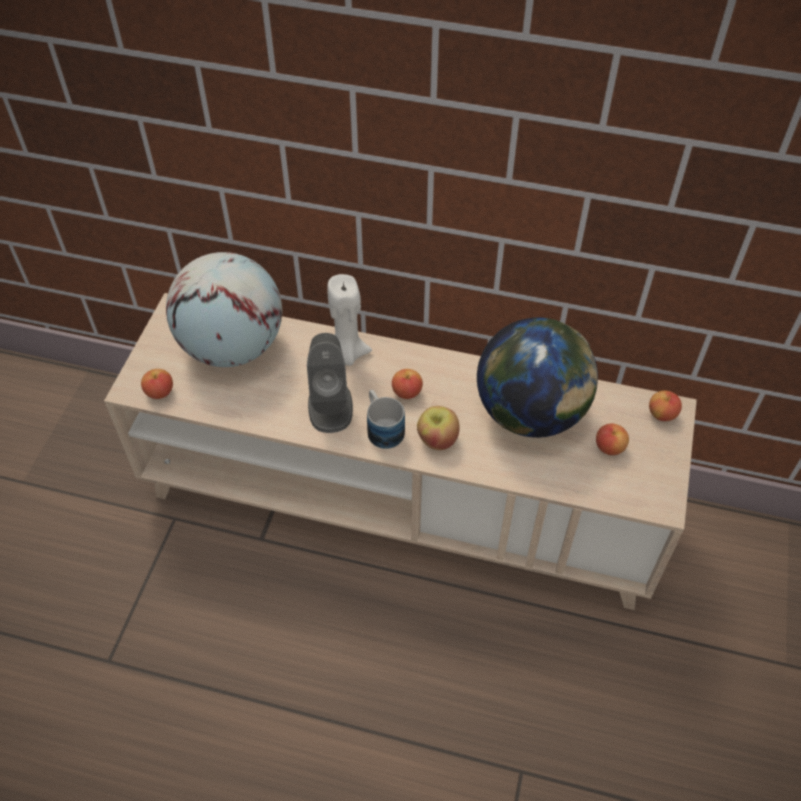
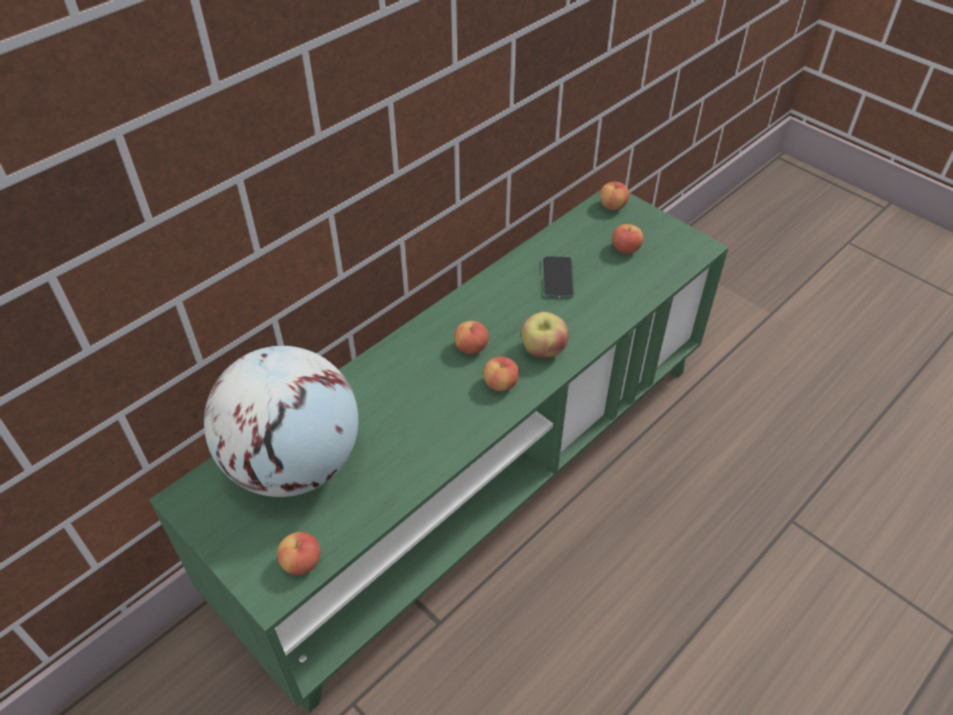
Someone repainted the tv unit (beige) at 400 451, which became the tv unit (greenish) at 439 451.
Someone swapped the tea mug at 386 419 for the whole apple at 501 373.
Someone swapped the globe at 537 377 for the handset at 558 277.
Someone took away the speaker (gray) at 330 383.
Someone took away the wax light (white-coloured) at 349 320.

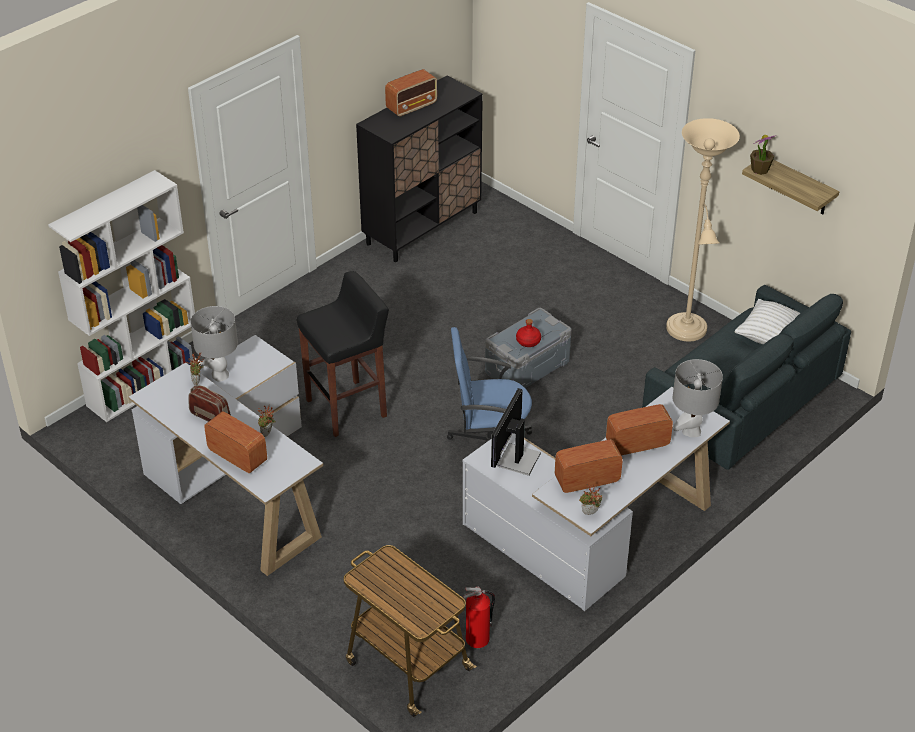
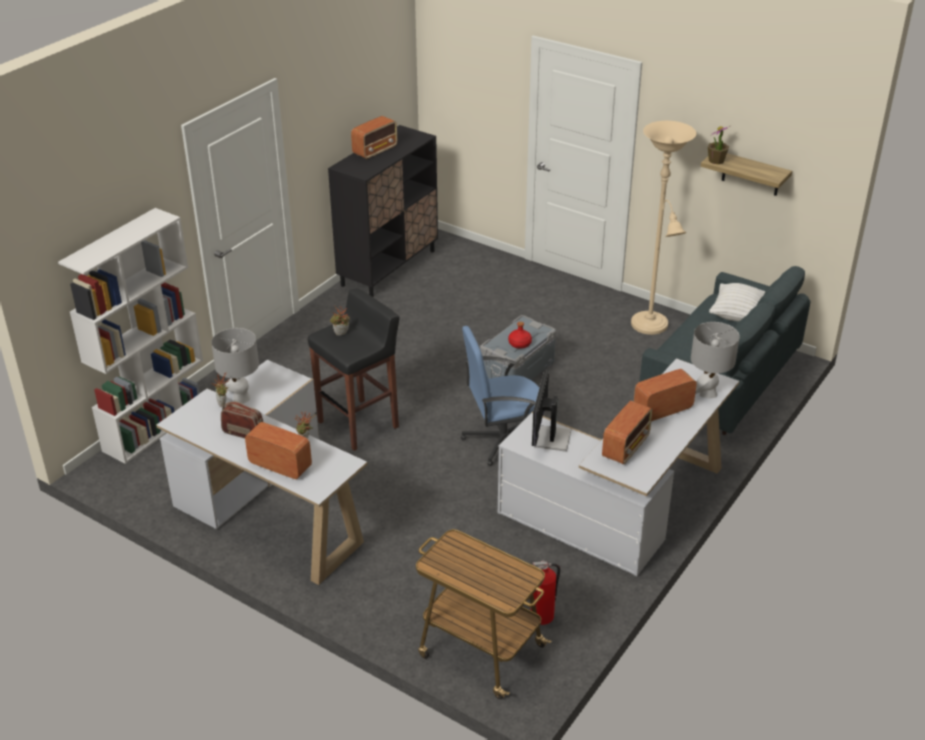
Someone carried the plant in a pot from 590 499 to 340 321.
Someone rotated the radio receiver at 589 466 by 150 degrees clockwise.

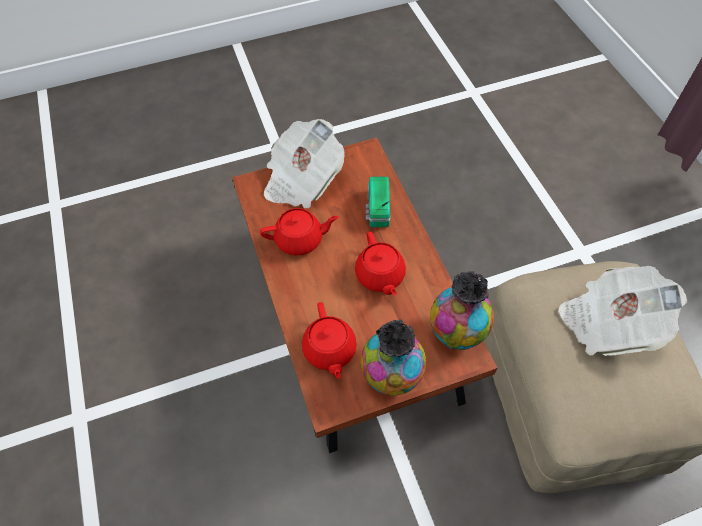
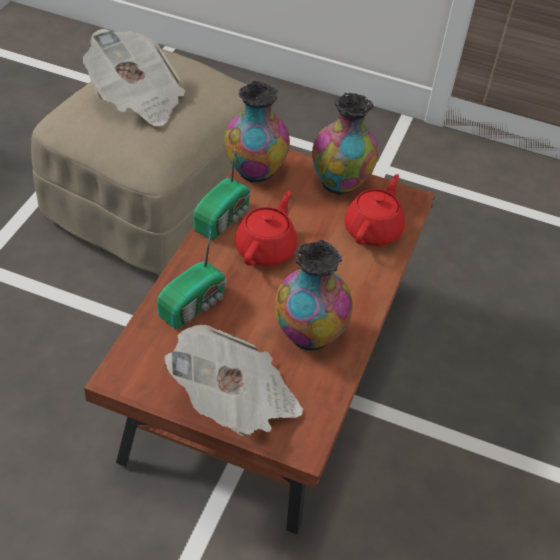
Someone put down the radio receiver at 222 193.
Someone swapped the tea pot (reddish) at 299 231 for the vase at 313 295.

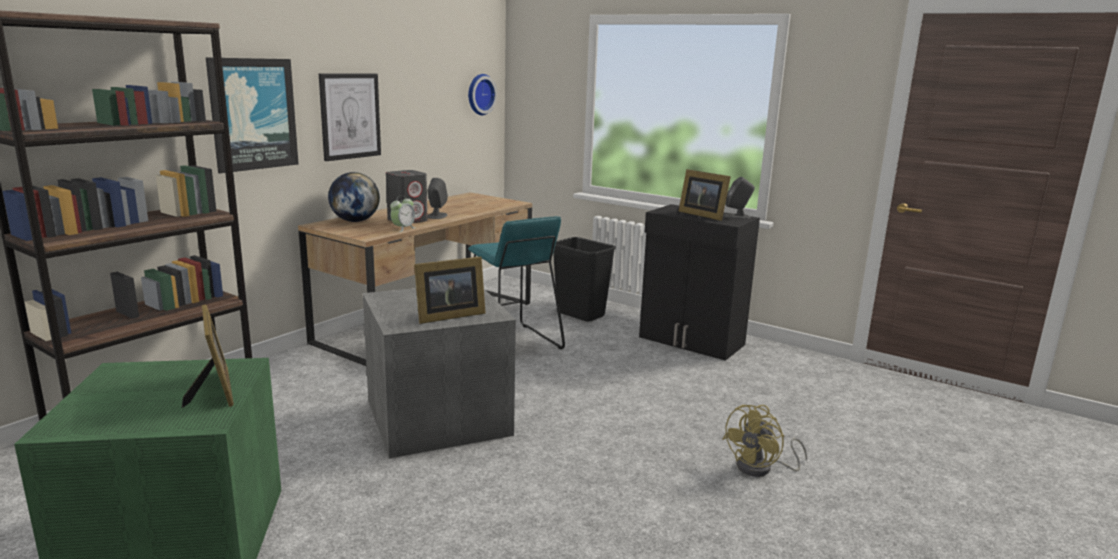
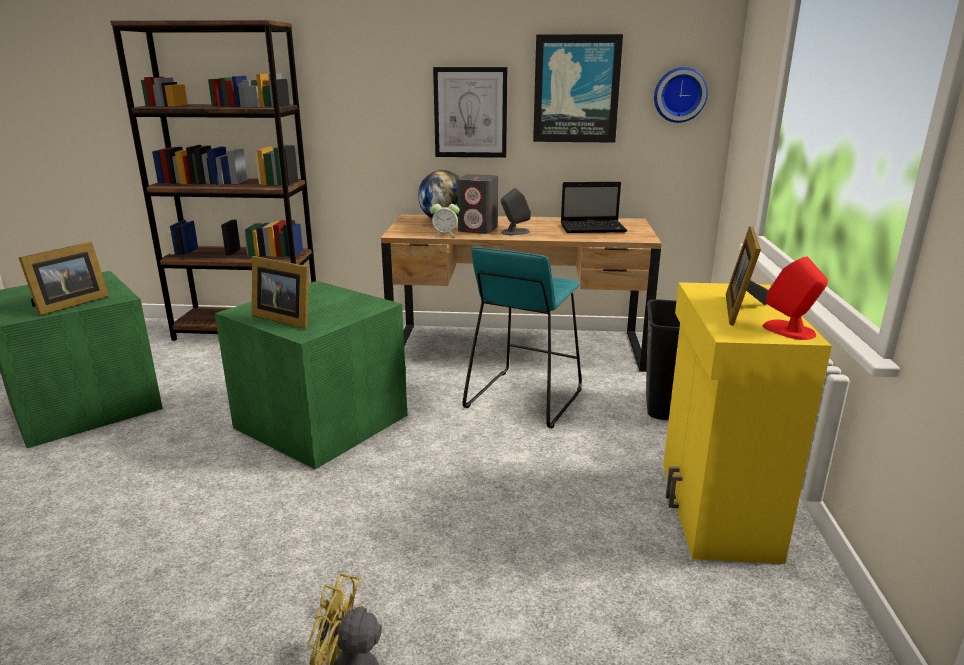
Someone repainted the storage box (gray) at 439 373, which became the storage box (greenish) at 311 375.
Someone carried the picture from 252 115 to 578 88.
Someone put down the laptop at 594 207.
Someone repainted the cupboard (blackish) at 699 282, which became the cupboard (yellowish) at 747 423.
Someone repainted the speaker (gray) at 739 198, which became the speaker (reddish) at 795 298.

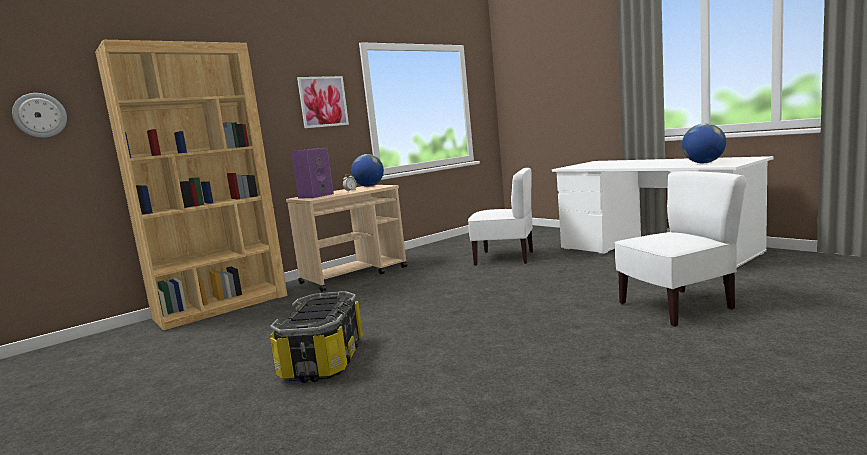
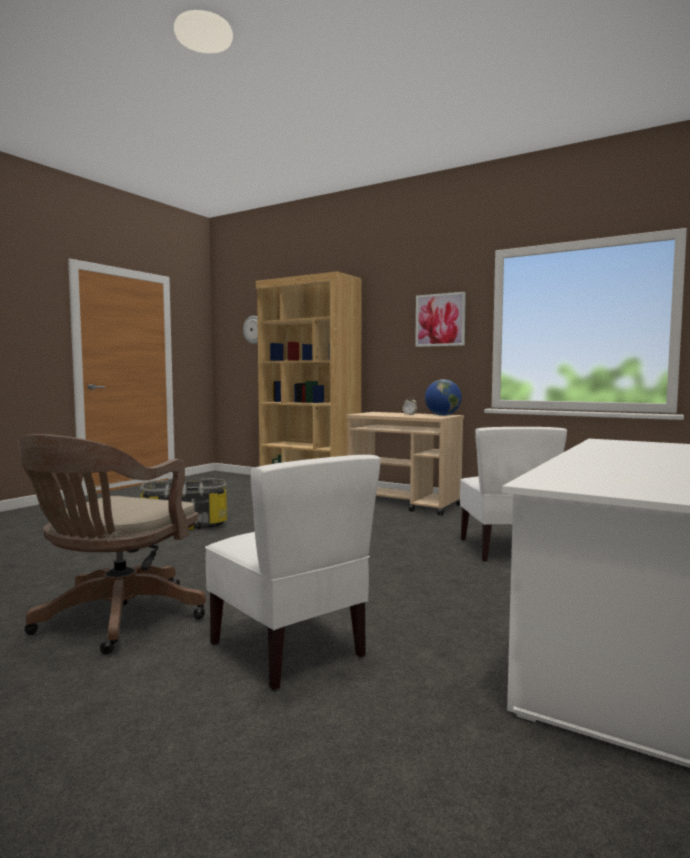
Someone put down the desk chair (brownish) at 111 544.
Someone took away the speaker (purple-coloured) at 312 173.
Someone took away the globe at 704 143.

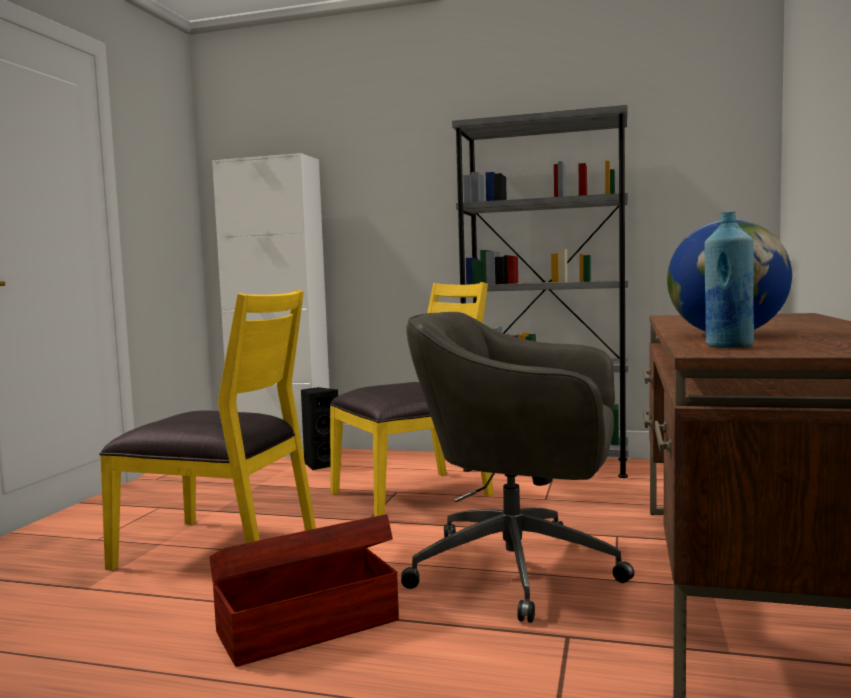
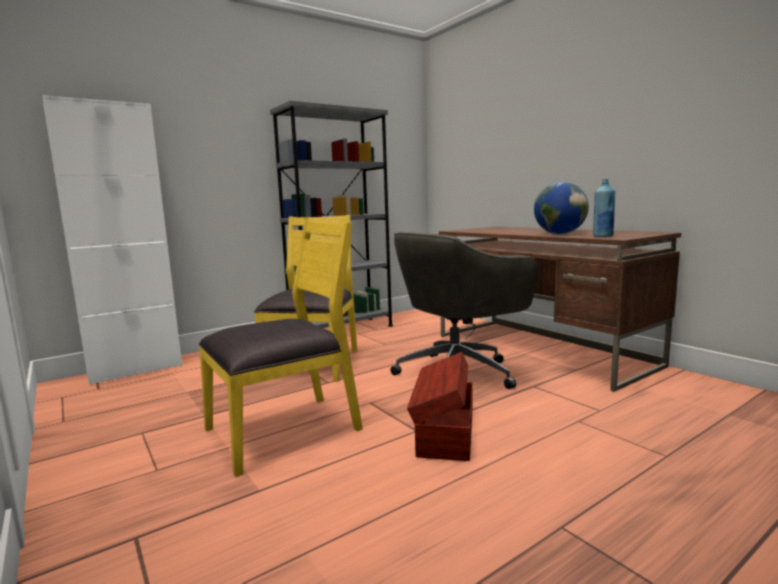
Someone took away the speaker (blackish) at 319 428.

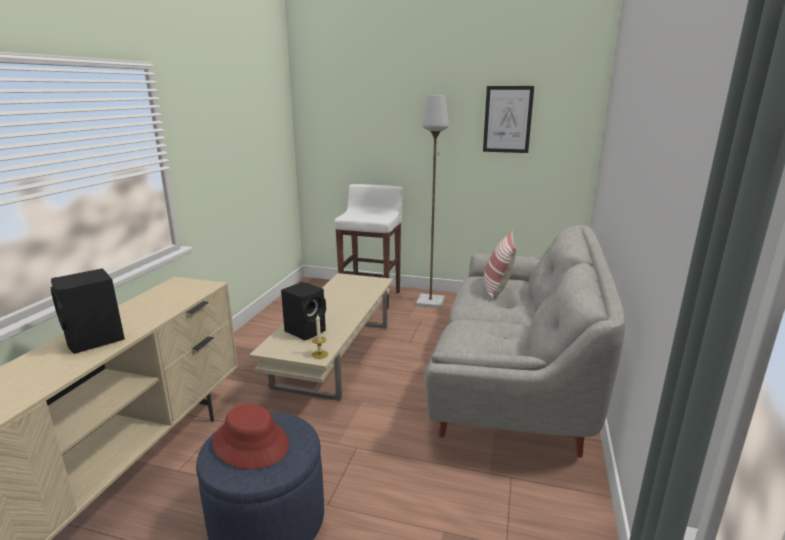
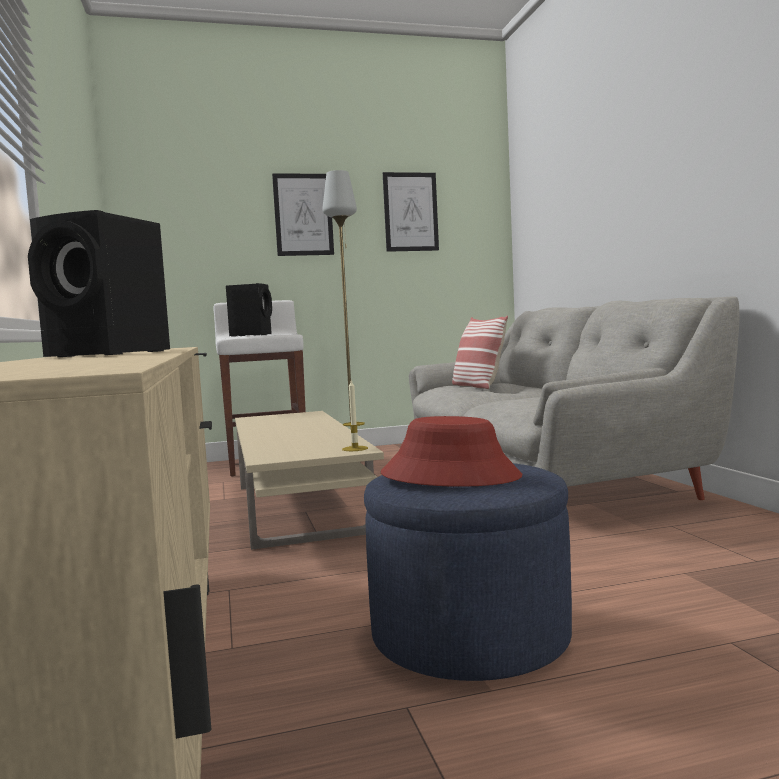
Someone carried the speaker (blackish) from 303 311 to 249 310.
Someone put up the picture at 303 214.

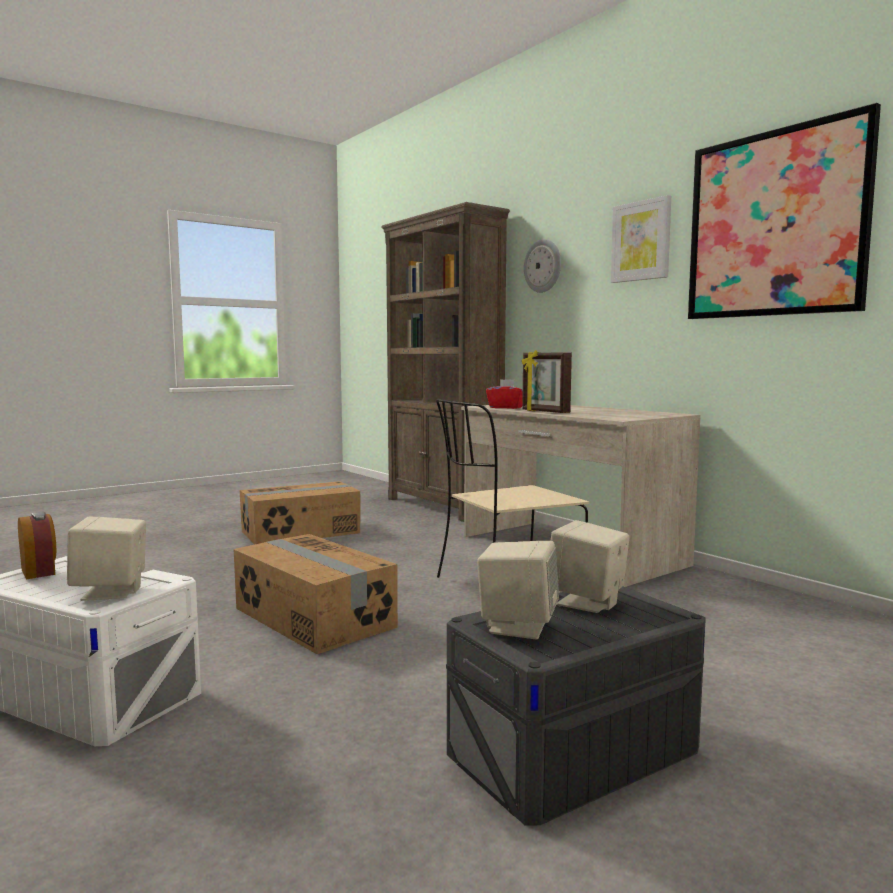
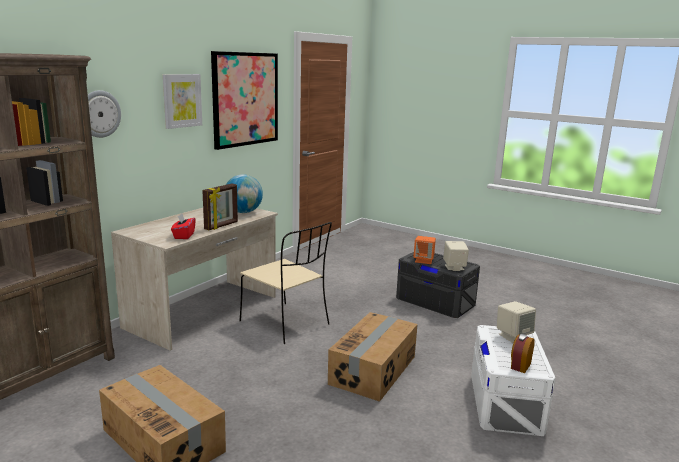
Someone put down the globe at 244 193.
Someone repainted the speaker (beige) at 590 566, which became the speaker (orange-coloured) at 424 250.

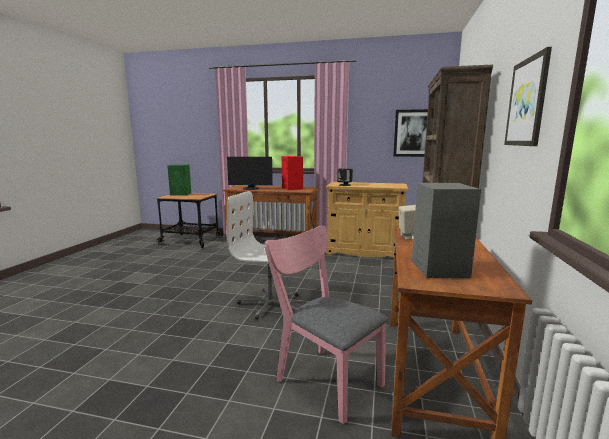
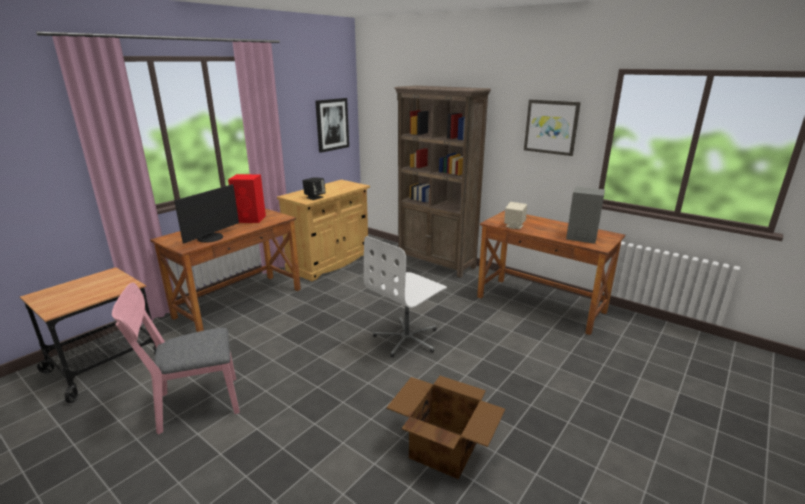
Someone carried the upright chair (pink) from 326 325 to 176 359.
Someone put down the packing box at 445 427.
Someone took away the speaker (greenish) at 179 180.

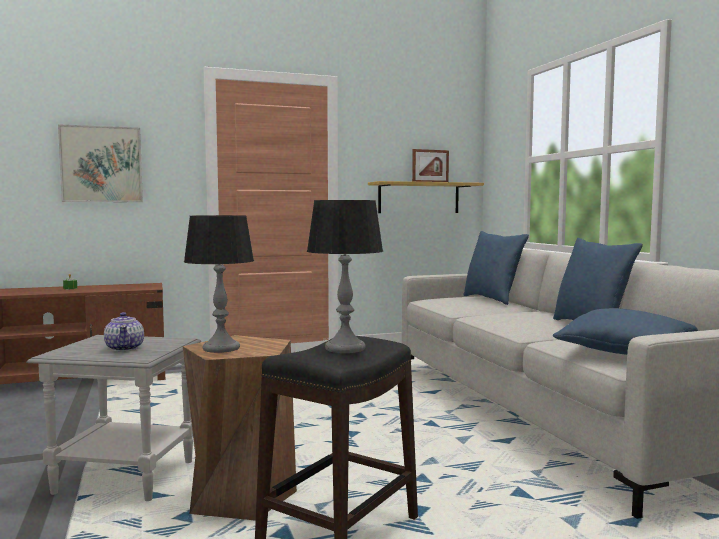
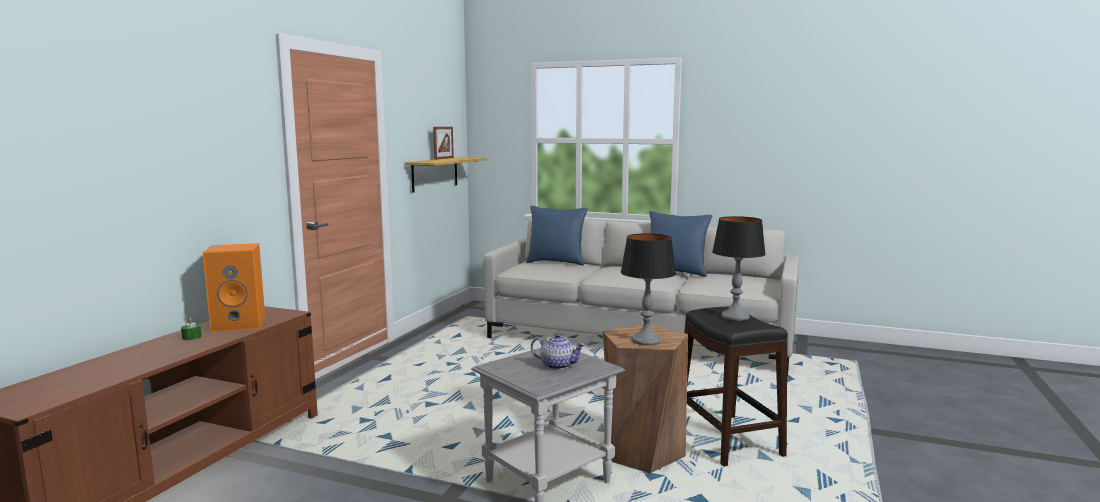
Someone put down the speaker (orange-coloured) at 234 287.
Someone took away the picture at 100 163.
Someone took away the cushion (bluish) at 625 331.

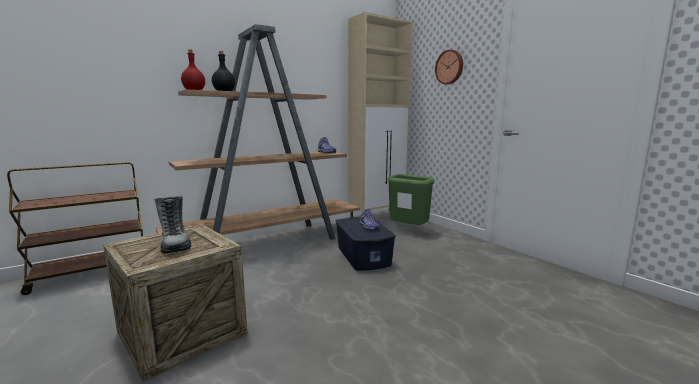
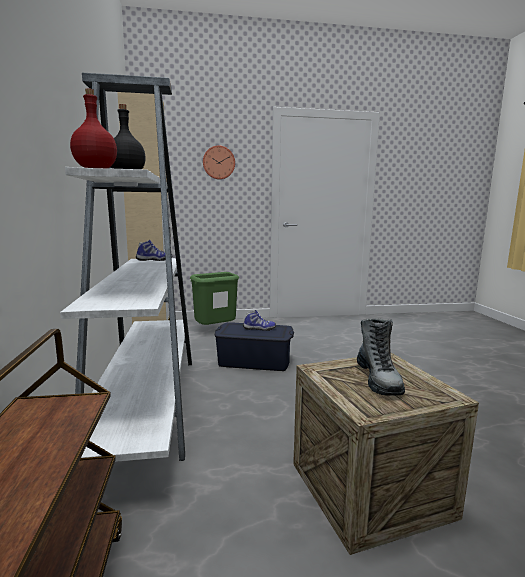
Someone repainted the bookcase (brownish) at 258 132, which became the bookcase (white-coloured) at 126 267.
Someone rotated the high-top boot at 172 224 by 90 degrees clockwise.

